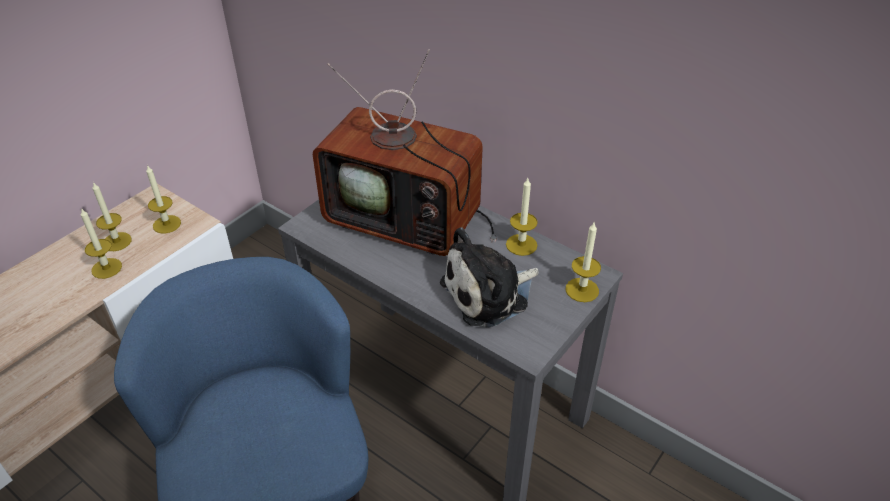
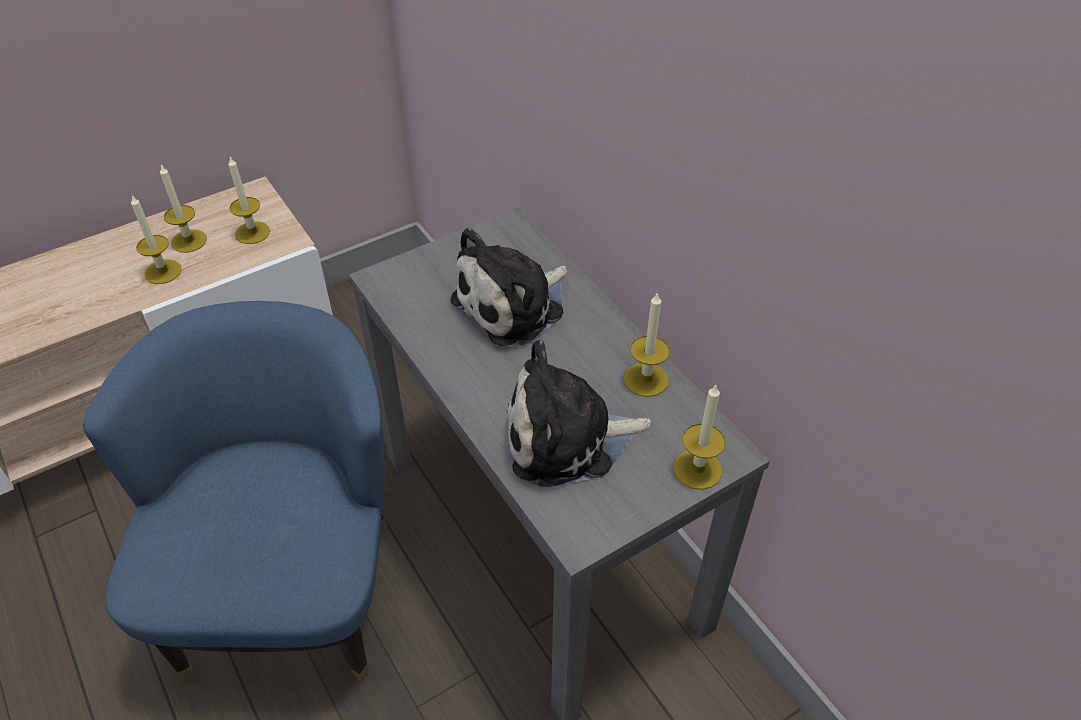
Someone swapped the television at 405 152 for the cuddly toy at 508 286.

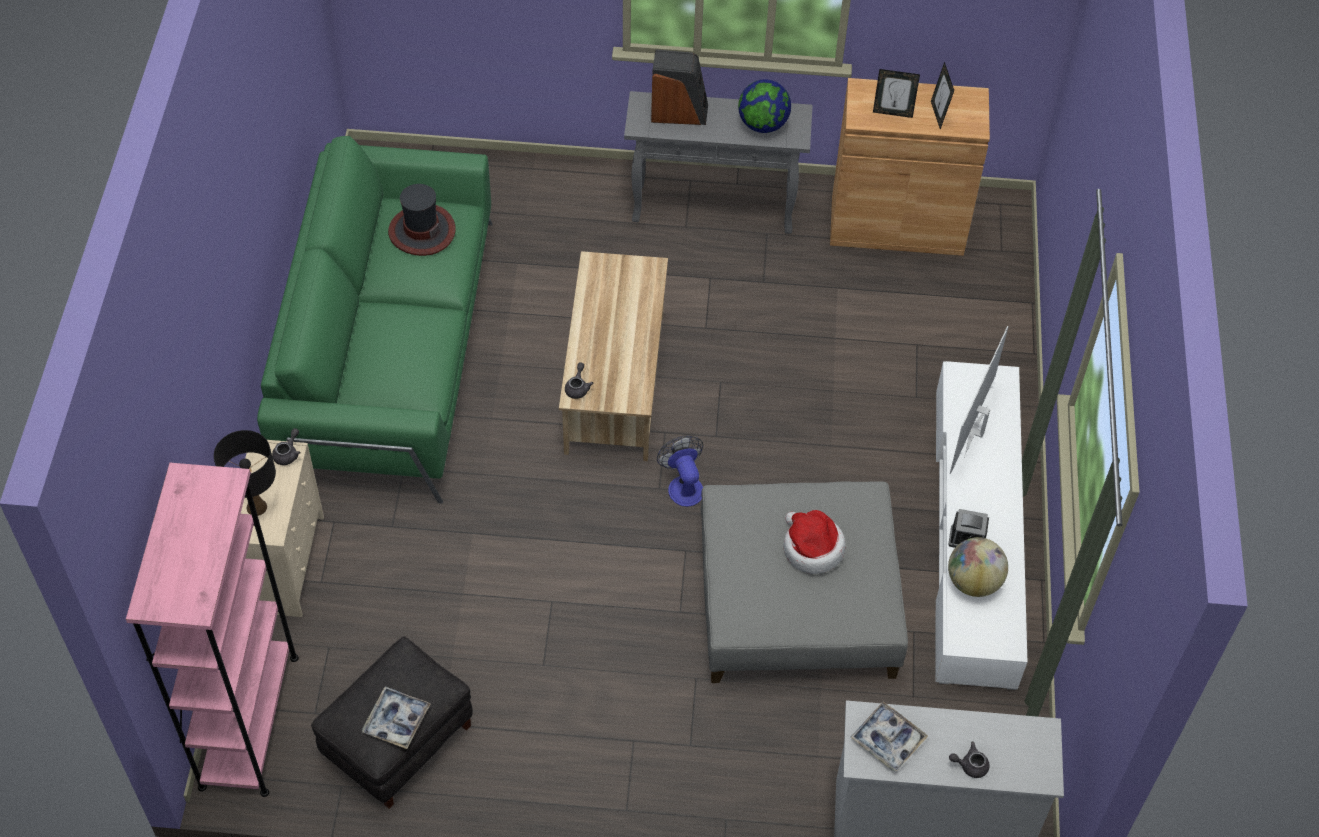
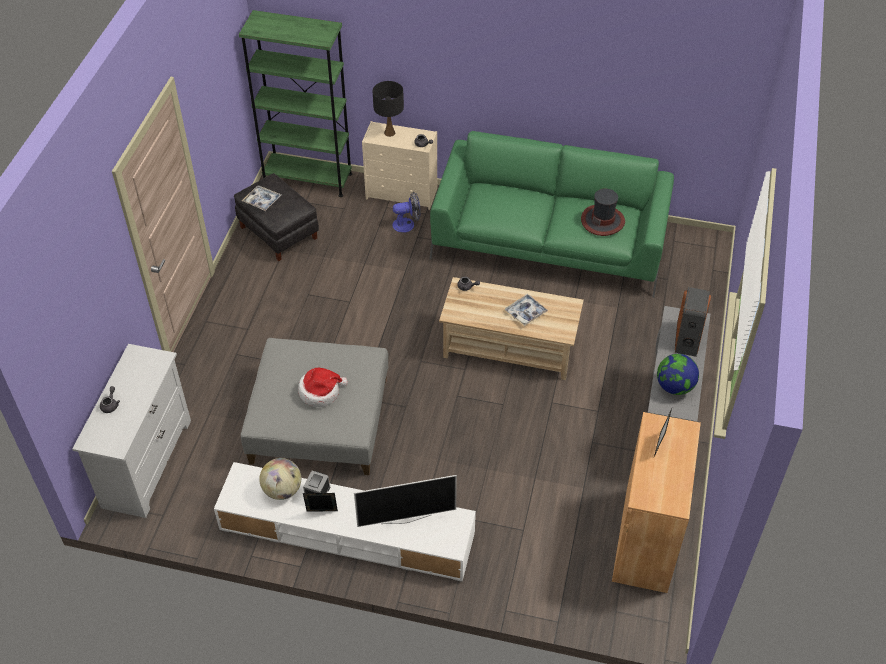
Someone repainted the bookcase (pink) at 212 630, which became the bookcase (greenish) at 295 103.
Someone carried the standing frame from 942 95 to 320 502.
Someone rotated the television at 979 400 by 135 degrees clockwise.
Someone carried the electric fan from 680 471 to 406 212.
Someone carried the serving tray from 889 737 to 526 310.

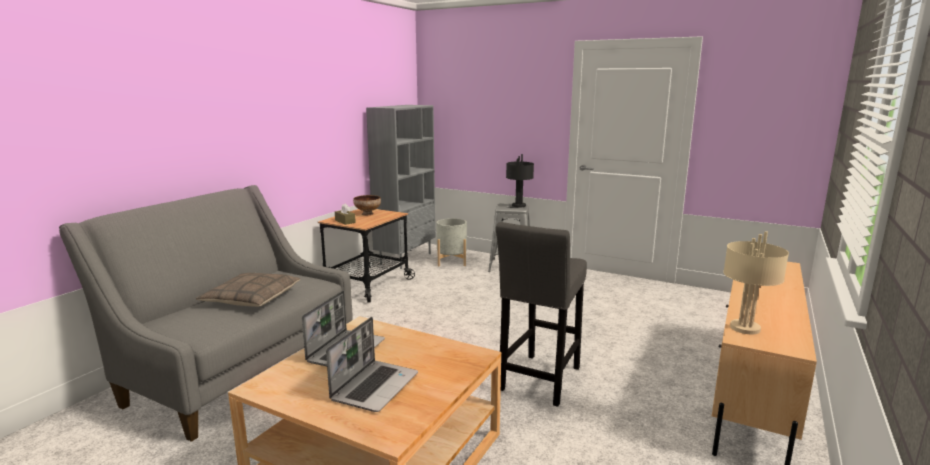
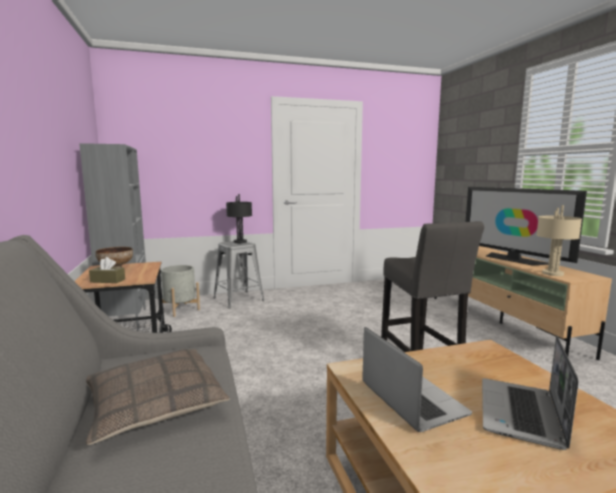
Someone put down the television at 526 226.
Someone rotated the laptop at 372 364 by 135 degrees counterclockwise.

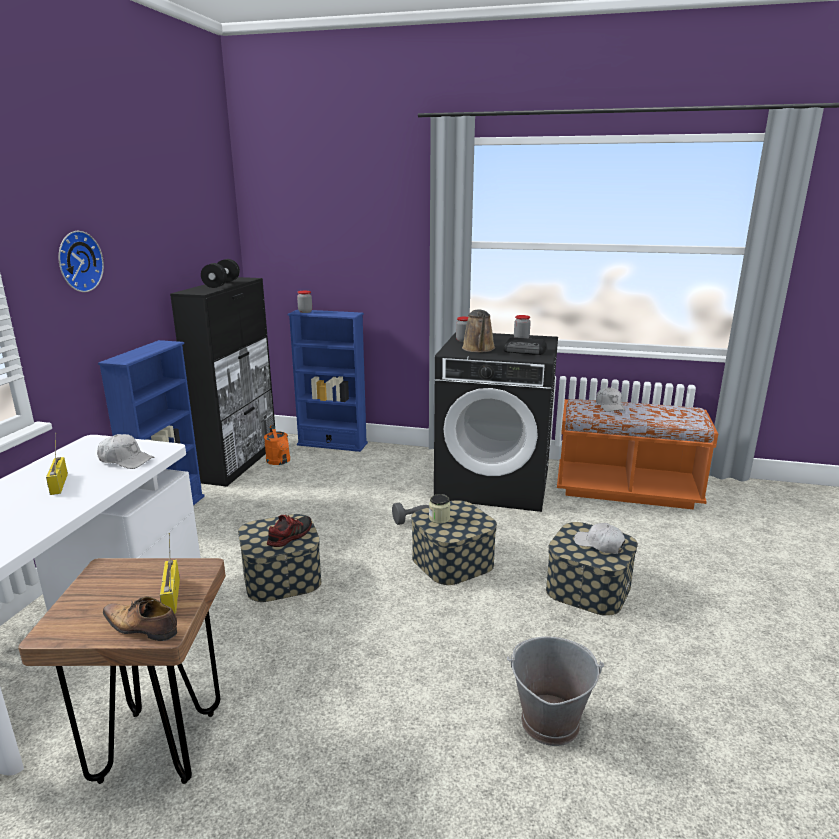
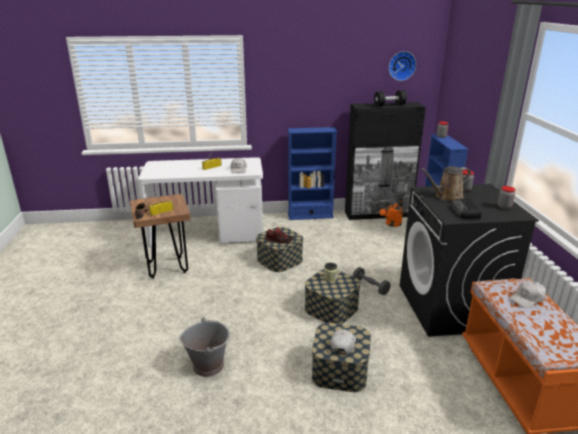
Someone carried the clock on the wall from 81 261 to 402 66.

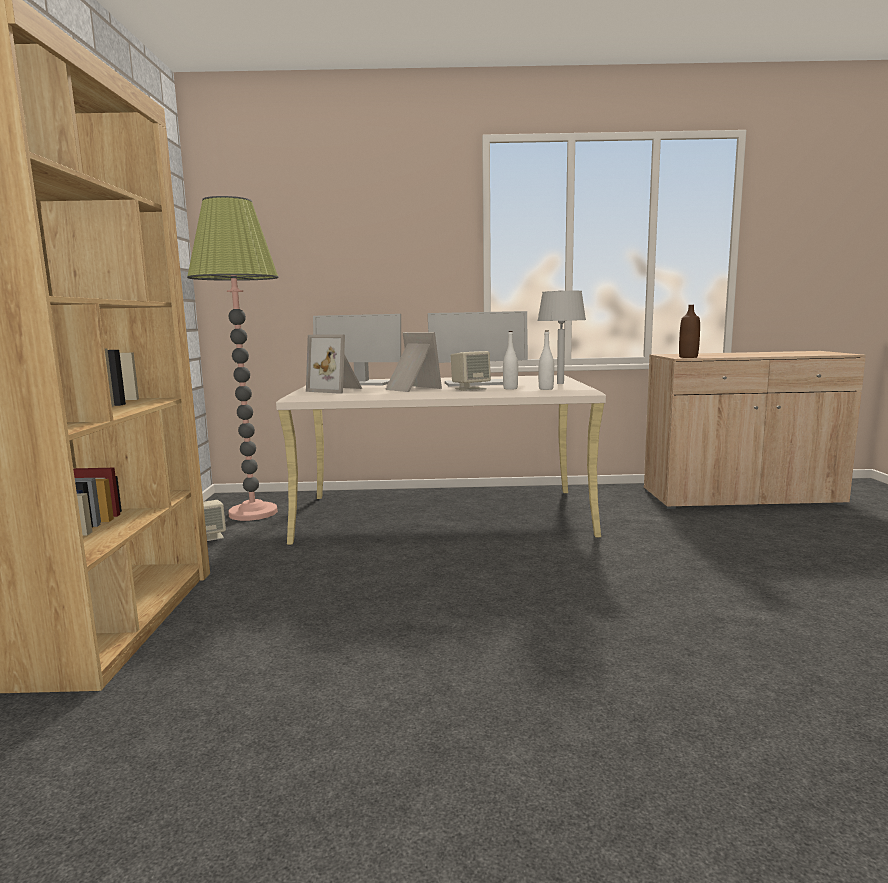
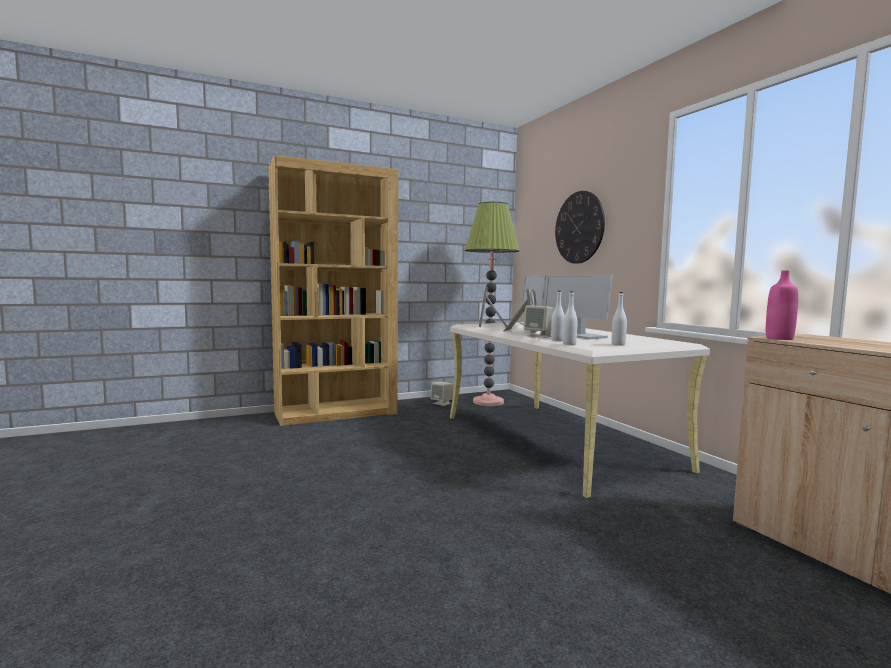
Someone put up the clock on the wall at 580 227.
Someone swapped the table lamp (gray) at 561 337 for the drink bottle (white-coloured) at 619 319.
Someone repainted the drink bottle (brownish) at 689 331, which became the drink bottle (pink) at 782 305.

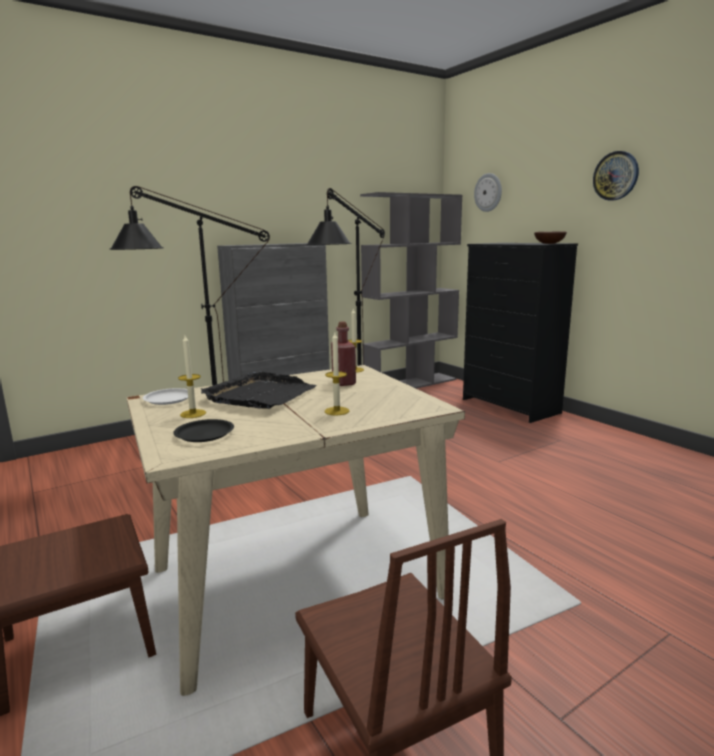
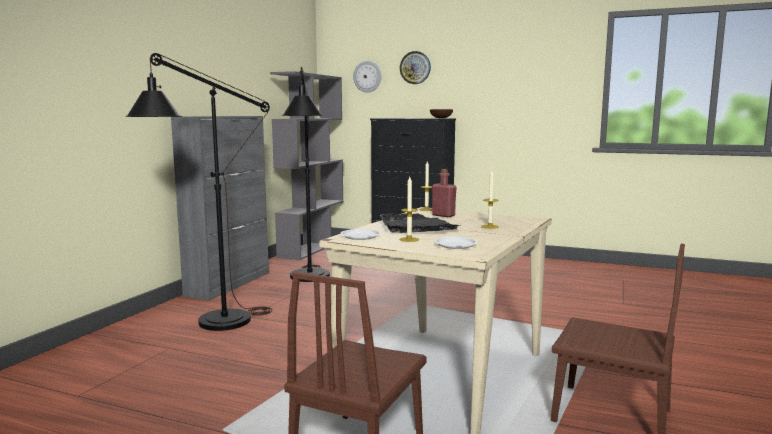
Someone carried the clock on the wall from 616 176 to 415 67.
Someone repainted the plate (blackish) at 203 430, which became the plate (white-coloured) at 456 243.

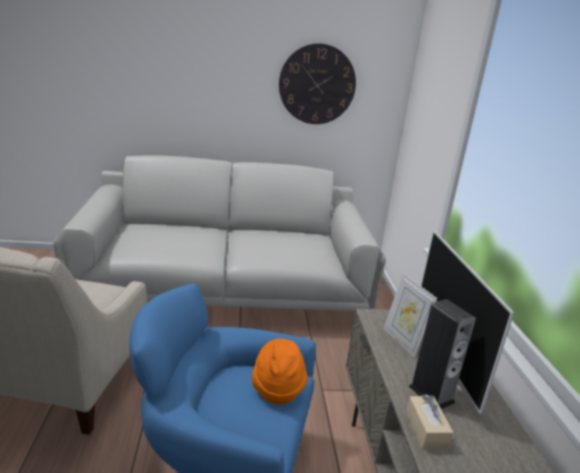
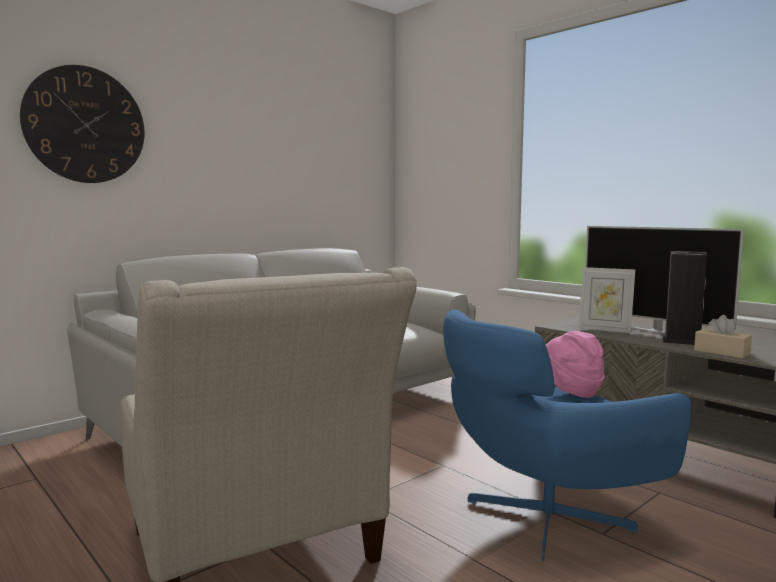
Someone carried the clock on the wall from 317 83 to 82 124.
Someone repainted the hat (orange-coloured) at 280 372, which became the hat (pink) at 575 364.

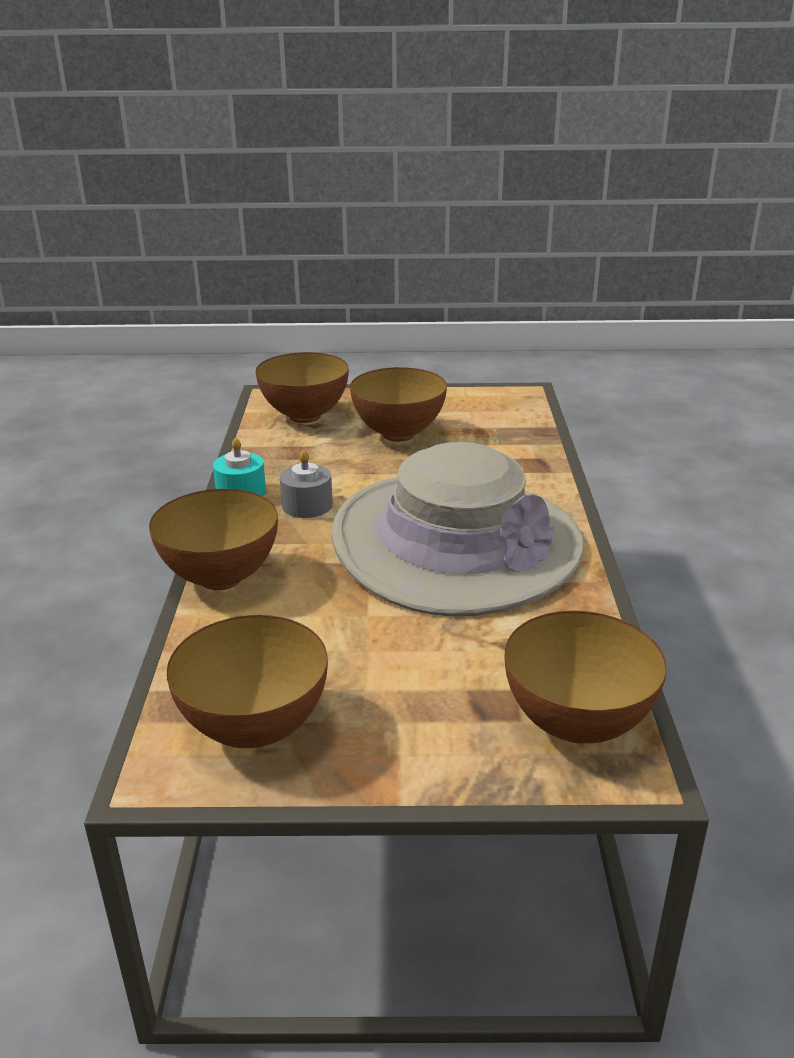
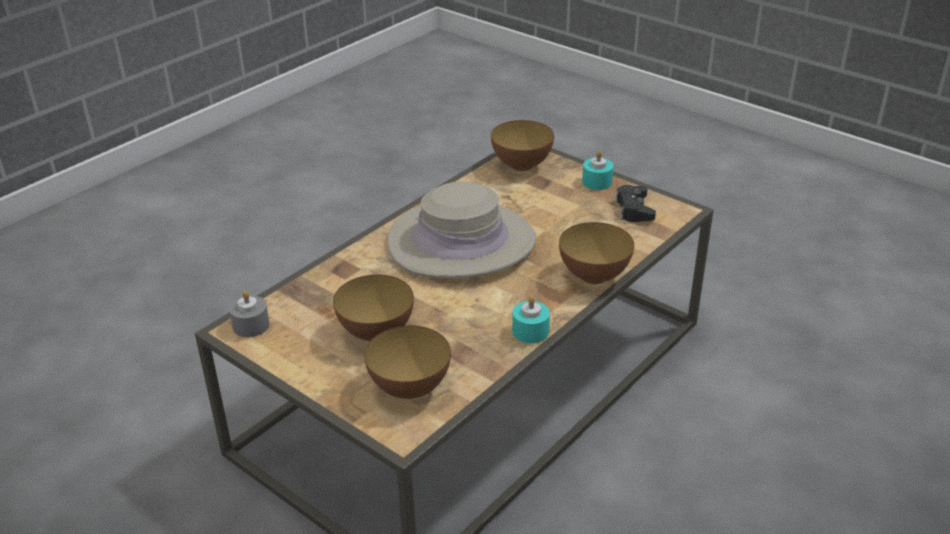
Someone carried the wax light (gray) from 306 484 to 249 313.
Someone put down the wax light (turquoise) at 598 170.
Someone swapped the serving bowl at 247 681 for the gamepad (blackish) at 635 203.

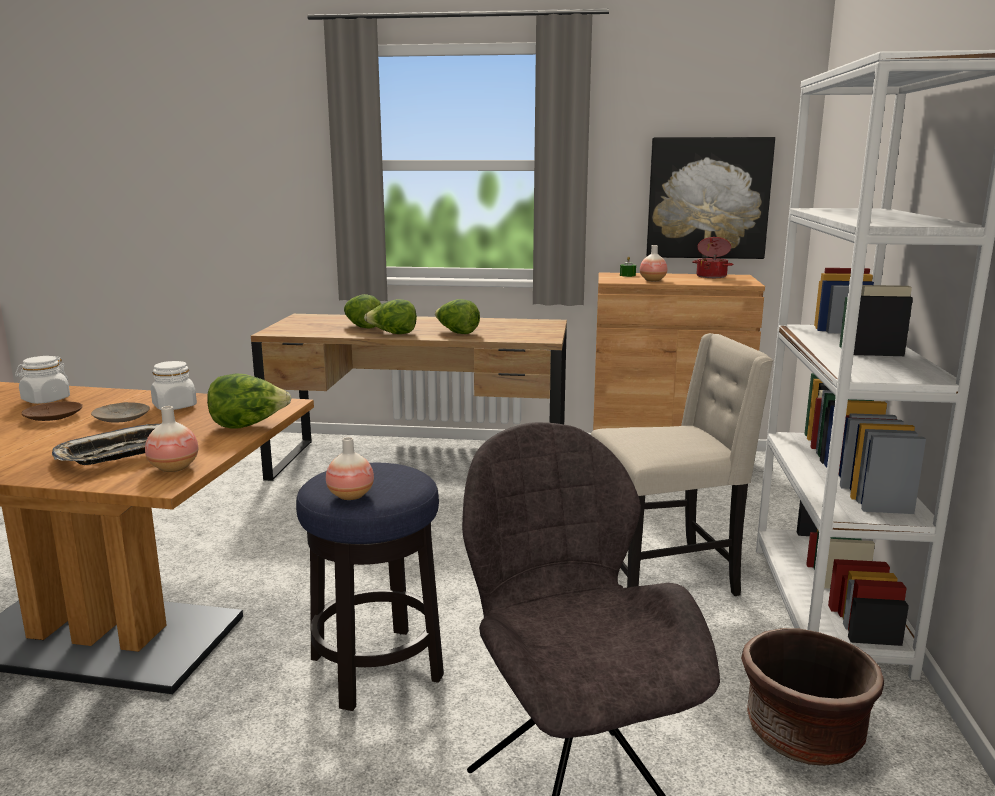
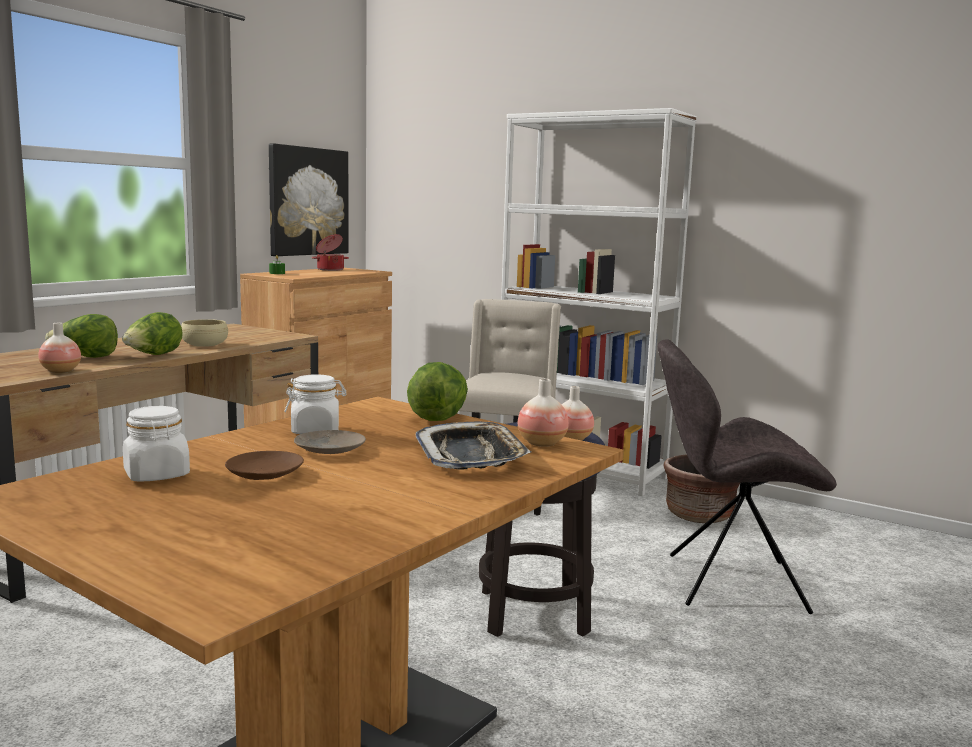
Someone carried the vase from 653 263 to 59 348.
Someone swapped the lettuce head at 457 316 for the serving bowl (beige) at 204 333.

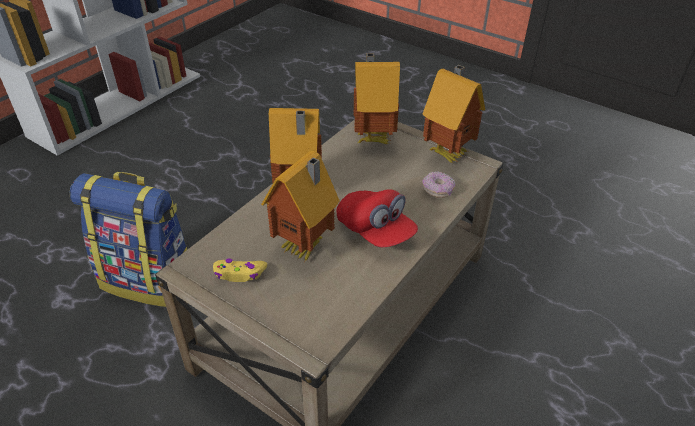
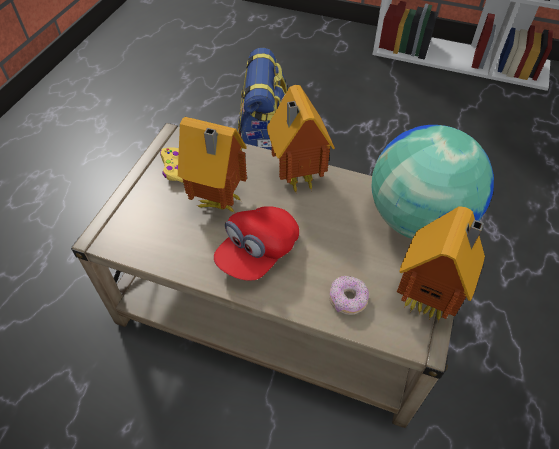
Someone swapped the model house at 376 98 for the globe at 433 182.

